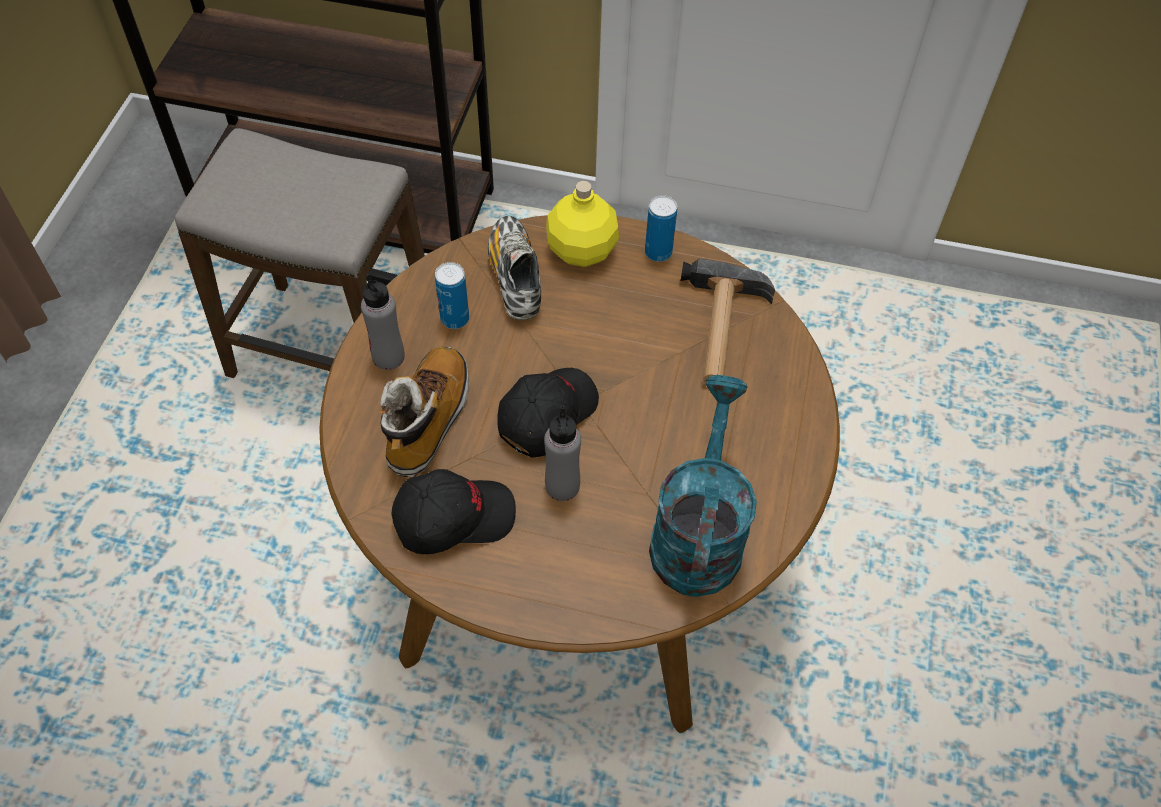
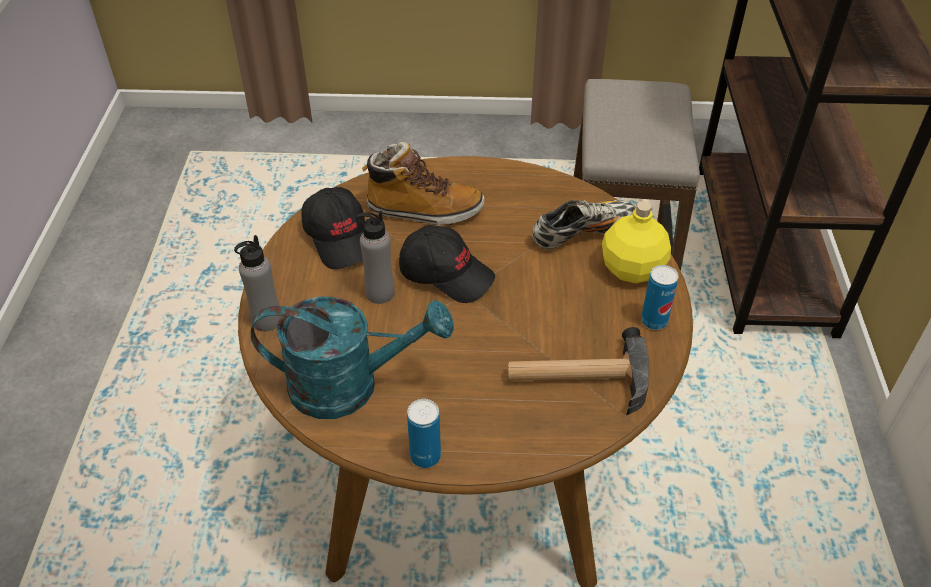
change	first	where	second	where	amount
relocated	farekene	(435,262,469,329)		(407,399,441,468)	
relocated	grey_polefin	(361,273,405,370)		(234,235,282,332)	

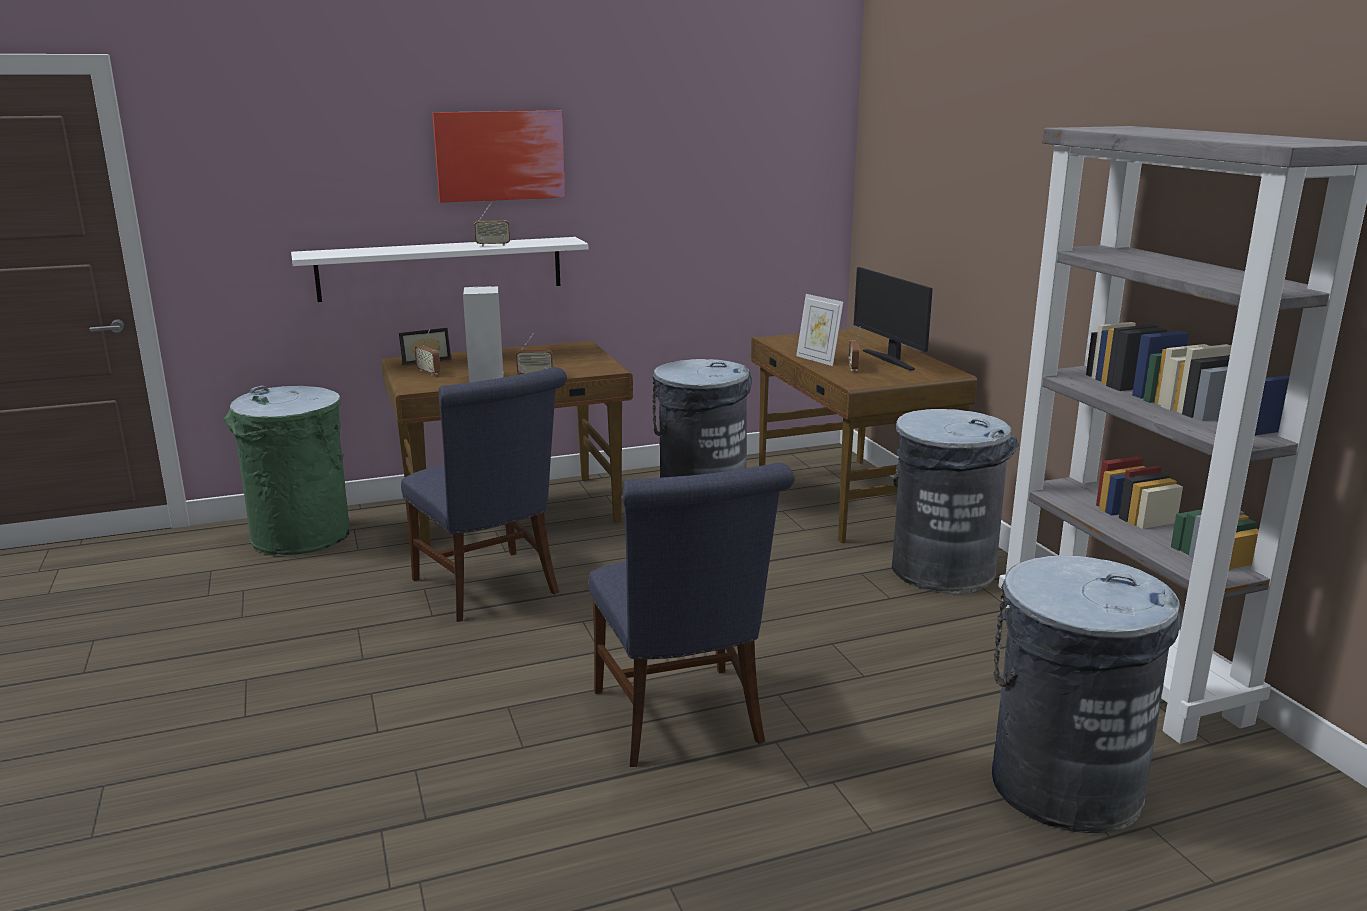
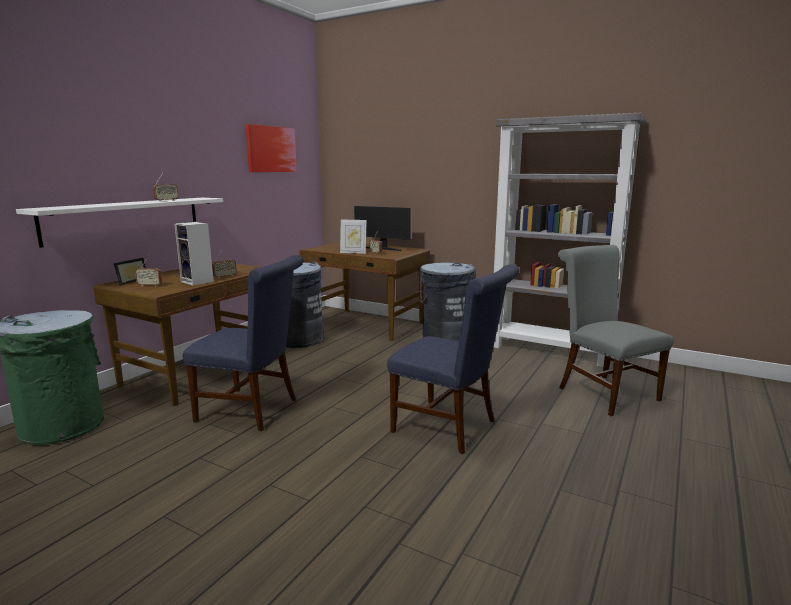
change	first	where	second	where	amount
relocated	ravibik	(432,111,566,203)		(246,124,297,172)	
exchanged	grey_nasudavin	(992,556,1183,833)	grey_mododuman	(558,245,674,416)	

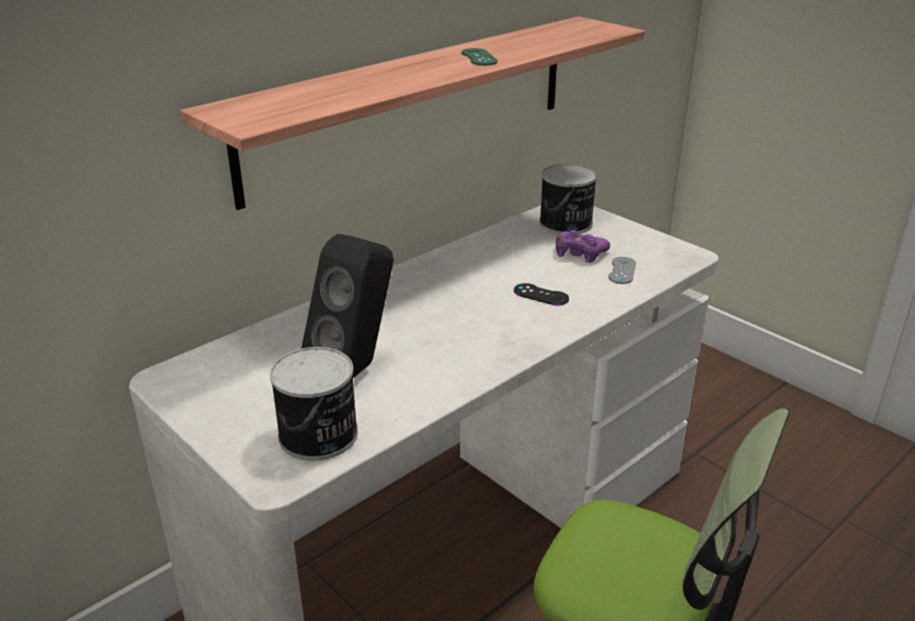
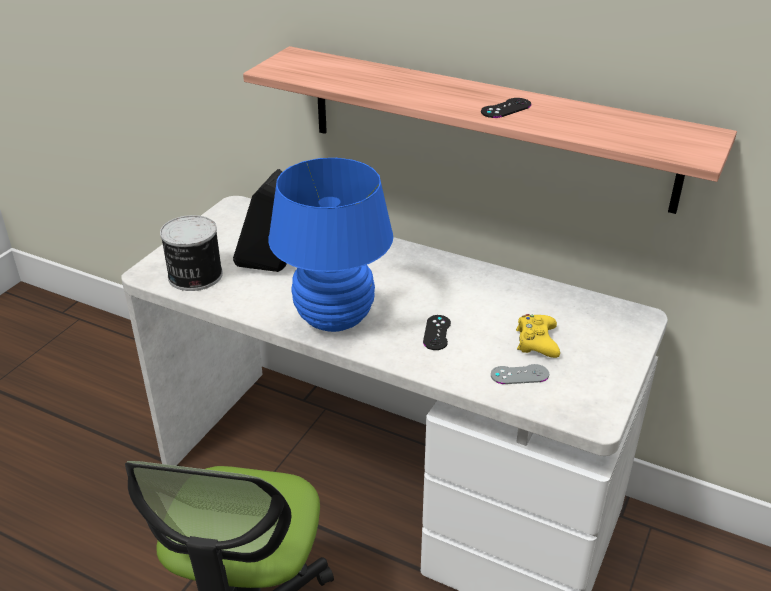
change	first	where	second	where	amount
colour	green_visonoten	(461,48,498,66)	black_visonoten	(481,98,531,118)	
missing	farekene	(539,164,597,234)			
colour	purple_visonoten	(556,230,610,263)	yellow_visonoten	(516,314,560,358)	
appeared			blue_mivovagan	(268,158,393,332)	

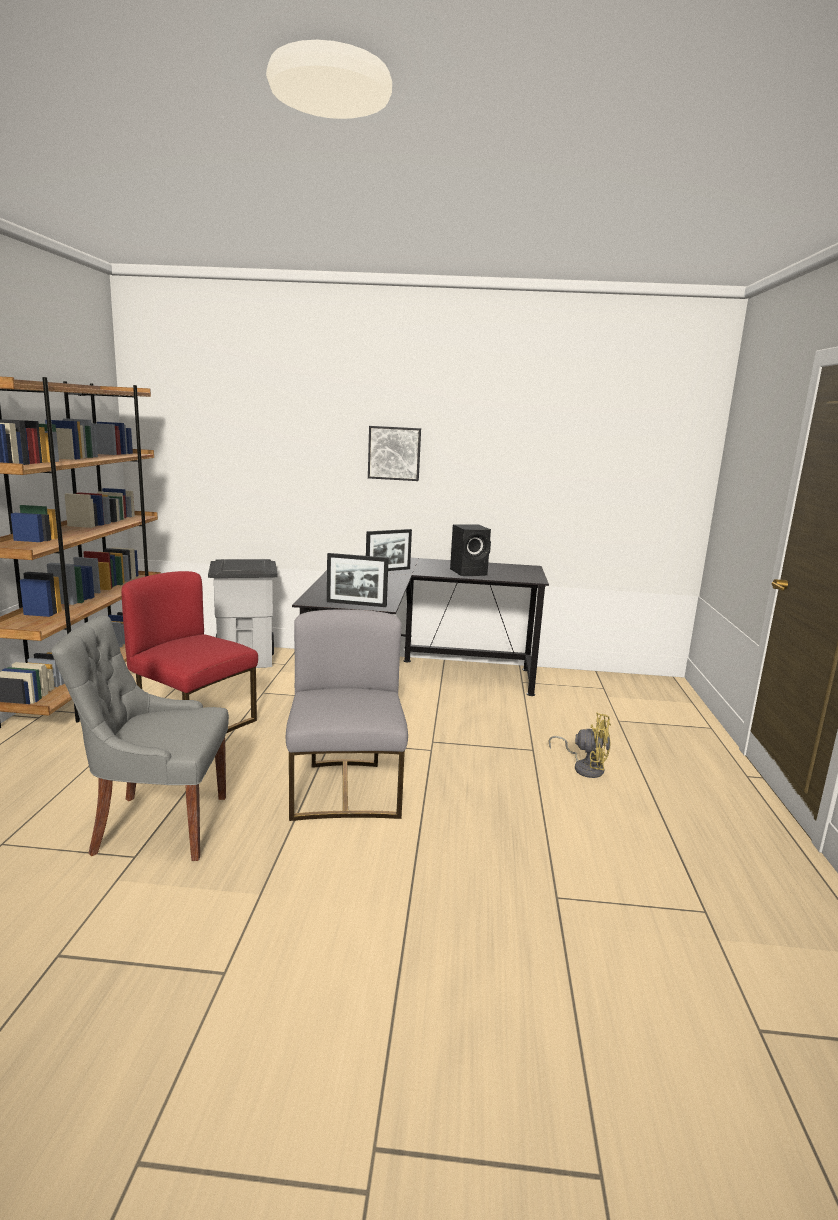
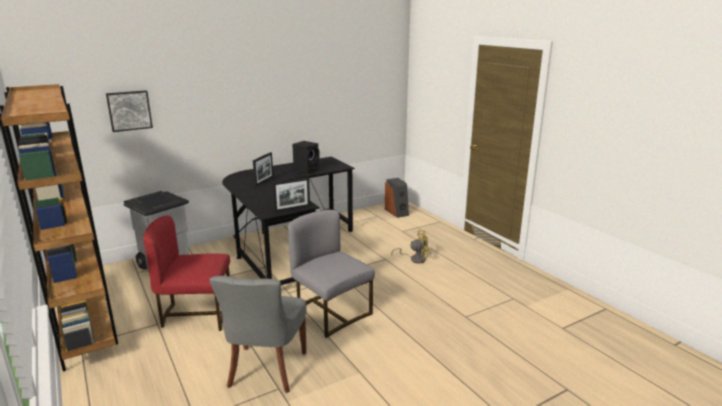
change	first	where	second	where	amount
relocated	ravibik	(368,426,421,481)		(106,90,153,132)	
spun	grey_mododuman	(51,616,229,861)		(209,276,307,393)	45 degrees counterclockwise
appeared			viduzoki	(385,178,409,218)	

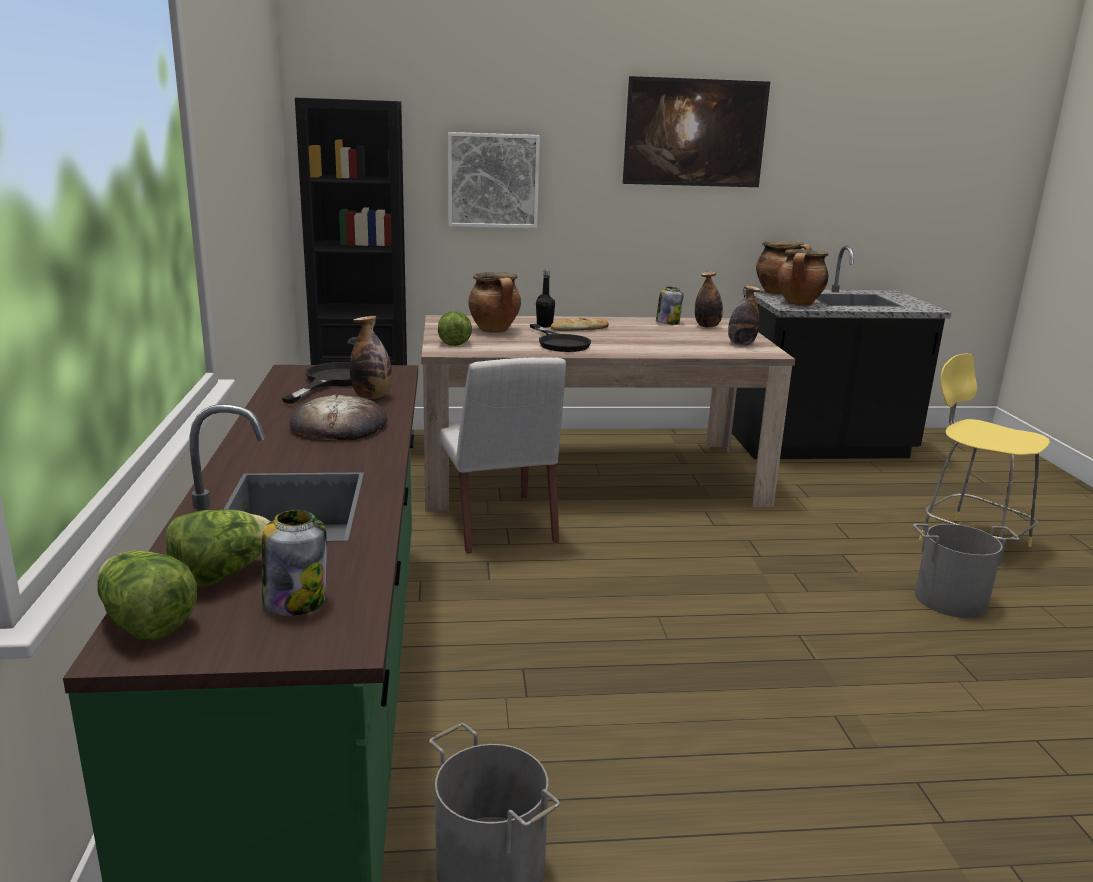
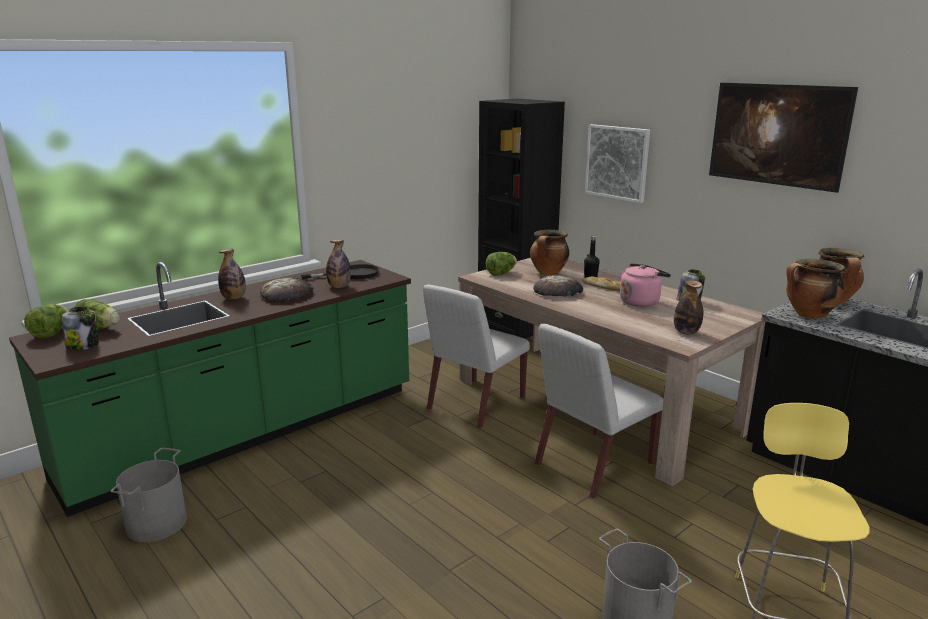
change	first	where	second	where	amount
relocated	polefin	(695,271,723,328)		(218,249,246,300)	
exchanged	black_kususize	(530,324,591,352)	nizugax	(533,275,583,297)	
appeared			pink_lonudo	(620,263,671,307)	
appeared			white_mododuman	(535,324,664,499)	

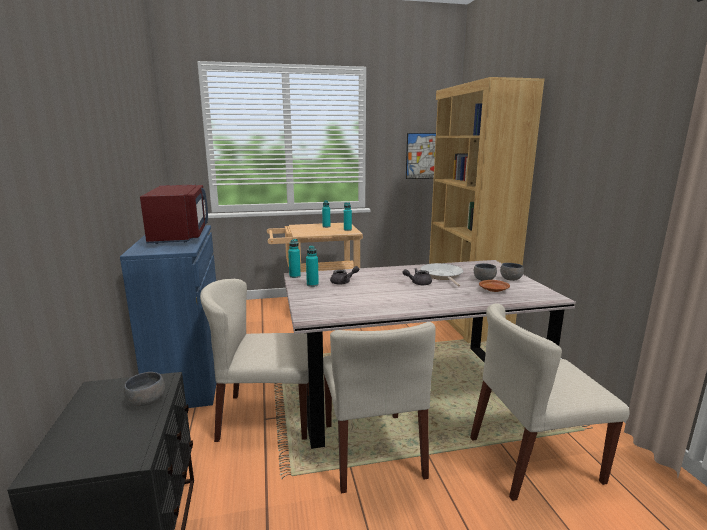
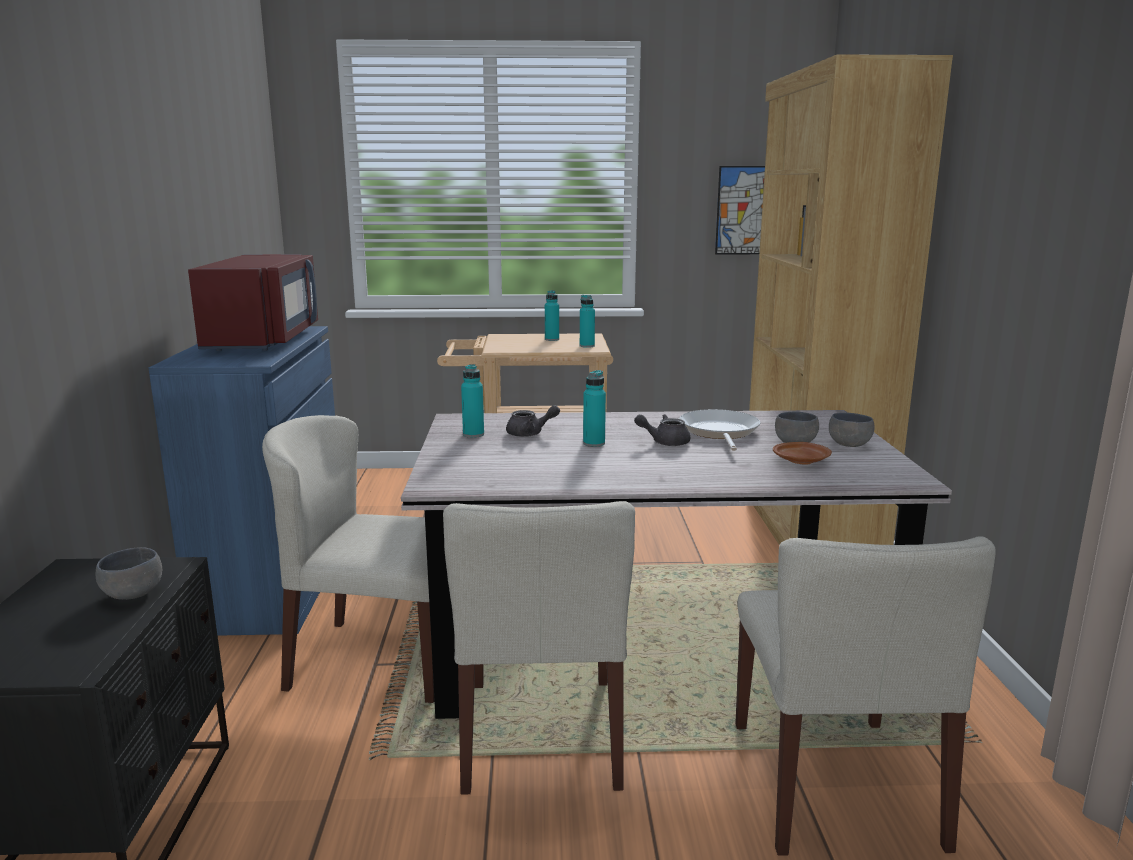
change	first	where	second	where	amount
relocated	turquoise_polefin	(288,239,301,278)		(583,370,606,447)	
spun	beige_mododuman	(470,304,630,501)		(735,536,996,856)	90 degrees counterclockwise

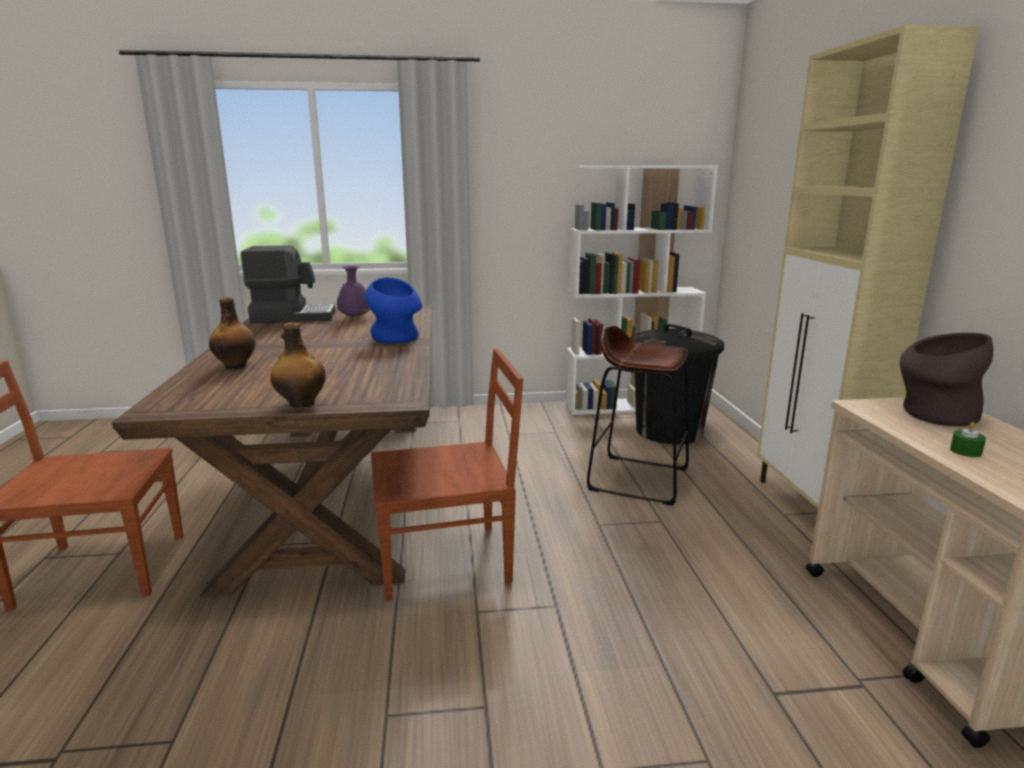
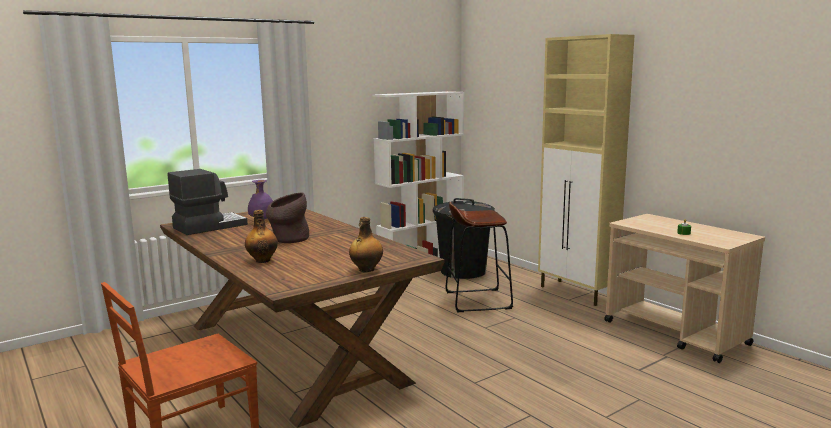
change	first	where	second	where	amount
missing	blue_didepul	(365,277,422,343)			
relocated	brown_didepul	(900,333,993,426)		(266,193,309,243)	
missing	brown_mododuman	(371,349,523,601)			

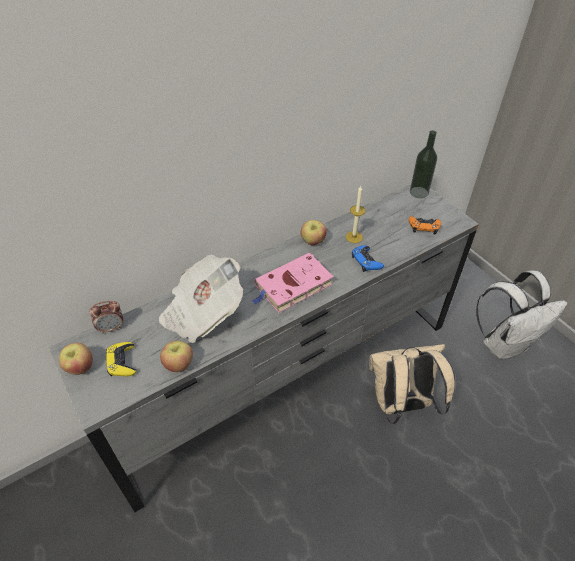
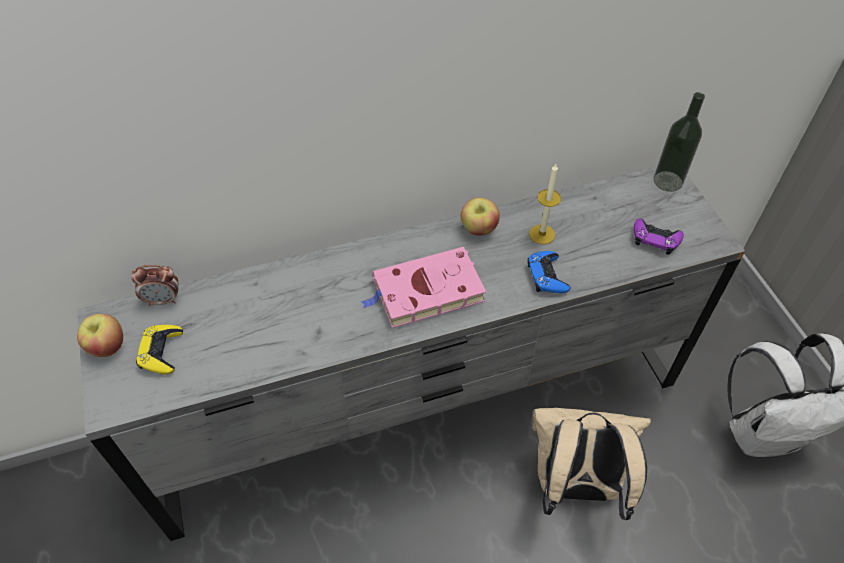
change	first	where	second	where	amount
colour	orange_visonoten	(409,216,441,235)	purple_visonoten	(634,218,684,255)	
missing	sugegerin	(159,254,243,343)			
missing	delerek	(160,341,193,372)			

